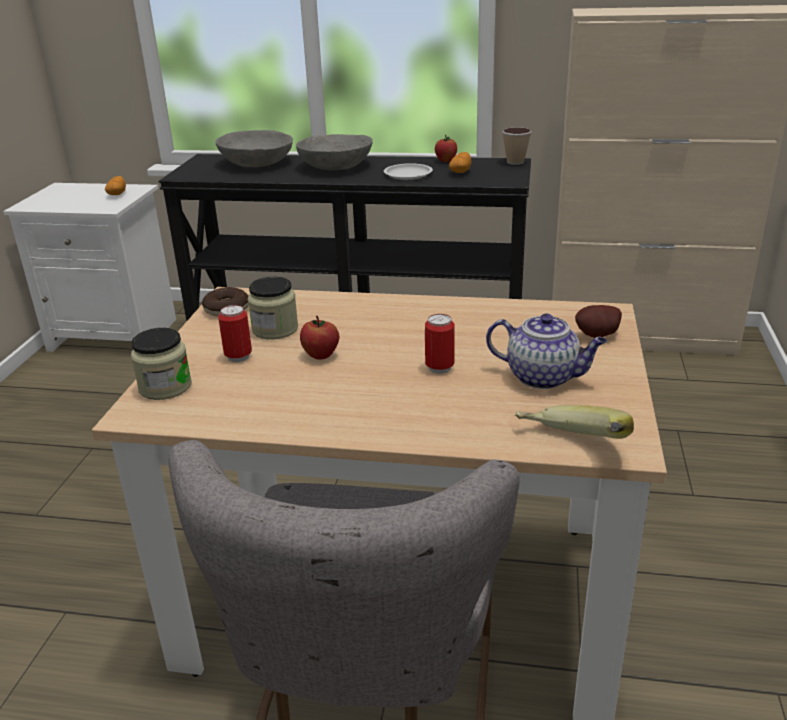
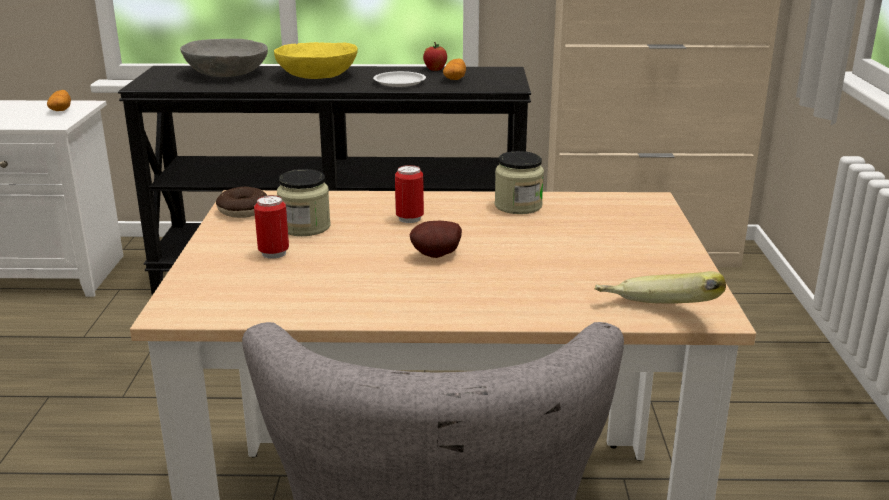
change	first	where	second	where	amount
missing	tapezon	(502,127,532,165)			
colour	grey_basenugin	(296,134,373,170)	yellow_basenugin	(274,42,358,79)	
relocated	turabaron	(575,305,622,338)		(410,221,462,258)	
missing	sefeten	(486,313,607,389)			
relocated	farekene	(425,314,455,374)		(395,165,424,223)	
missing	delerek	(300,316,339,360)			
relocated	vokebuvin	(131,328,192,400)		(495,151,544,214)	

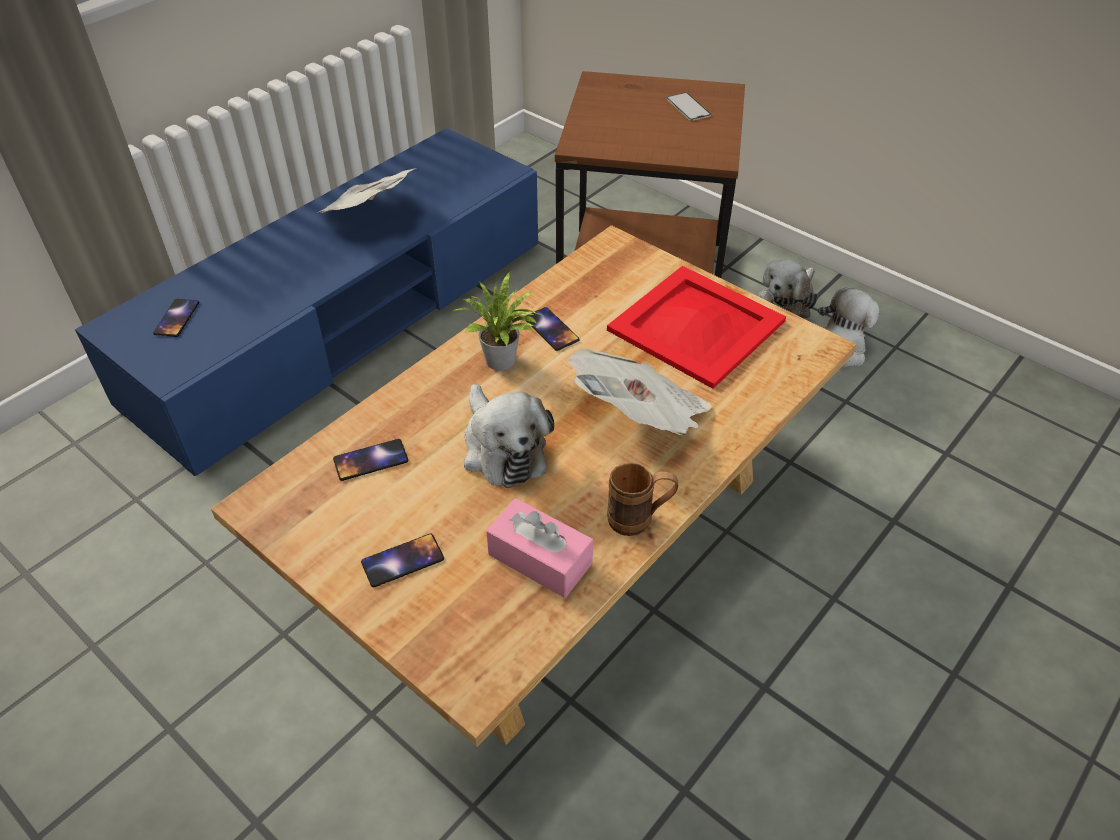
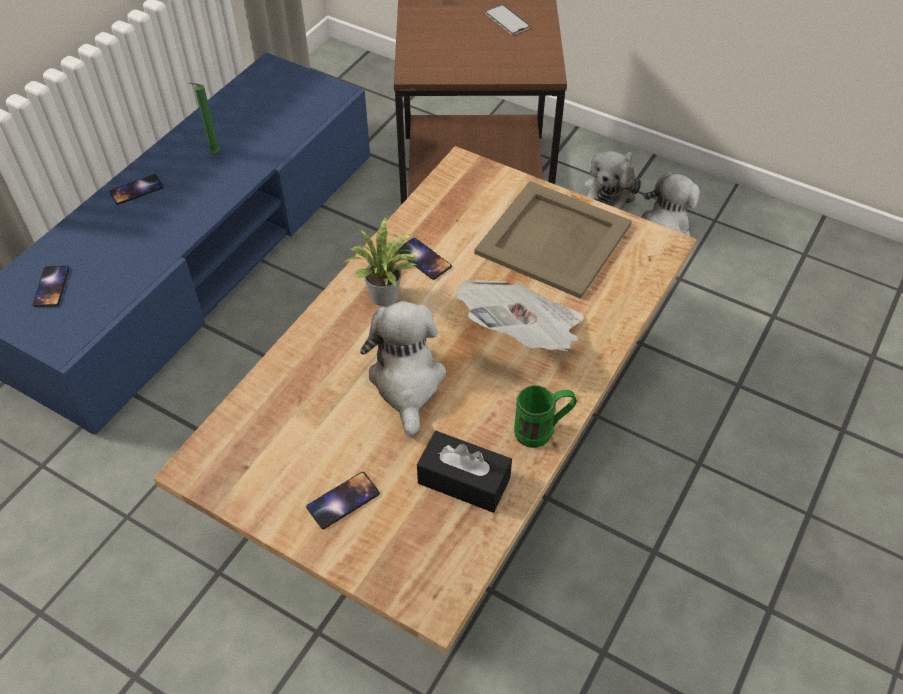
change	first	where	second	where	amount
exchanged	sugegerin	(317,168,416,213)	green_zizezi	(189,83,220,154)	
colour	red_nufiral	(607,266,786,389)	beige_nufiral	(474,181,632,299)	
spun	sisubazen	(464,384,554,488)		(360,301,446,437)	150 degrees counterclockwise
relocated	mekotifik	(333,439,408,481)		(109,174,164,205)	
colour	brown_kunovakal	(607,462,678,536)	green_kunovakal	(514,385,577,448)	
colour	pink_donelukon	(486,498,593,598)	black_donelukon	(417,431,512,513)	

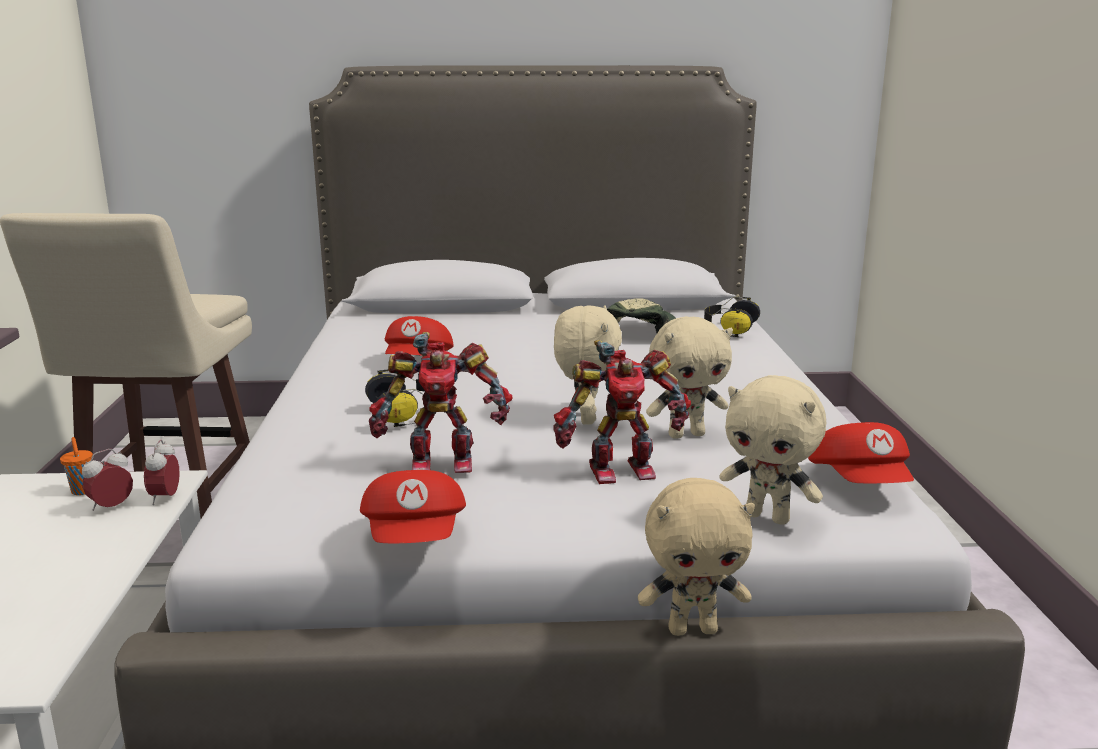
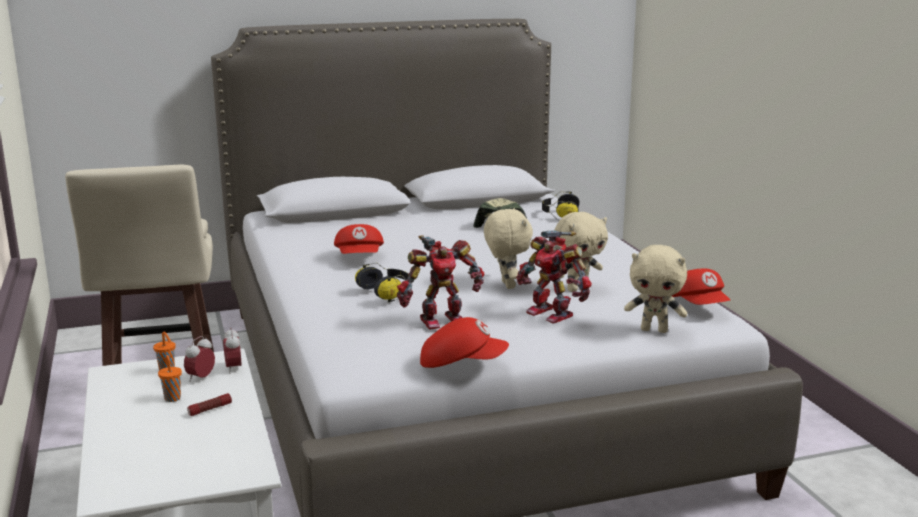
change	first	where	second	where	amount
spun	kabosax	(553,340,691,484)		(516,231,592,323)	75 degrees clockwise
spun	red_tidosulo	(360,470,466,543)		(420,317,509,368)	60 degrees counterclockwise
missing	beige_sisubazen	(638,478,755,636)			
appeared			orange_tapezon	(158,355,182,402)	
appeared			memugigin	(187,393,232,416)	

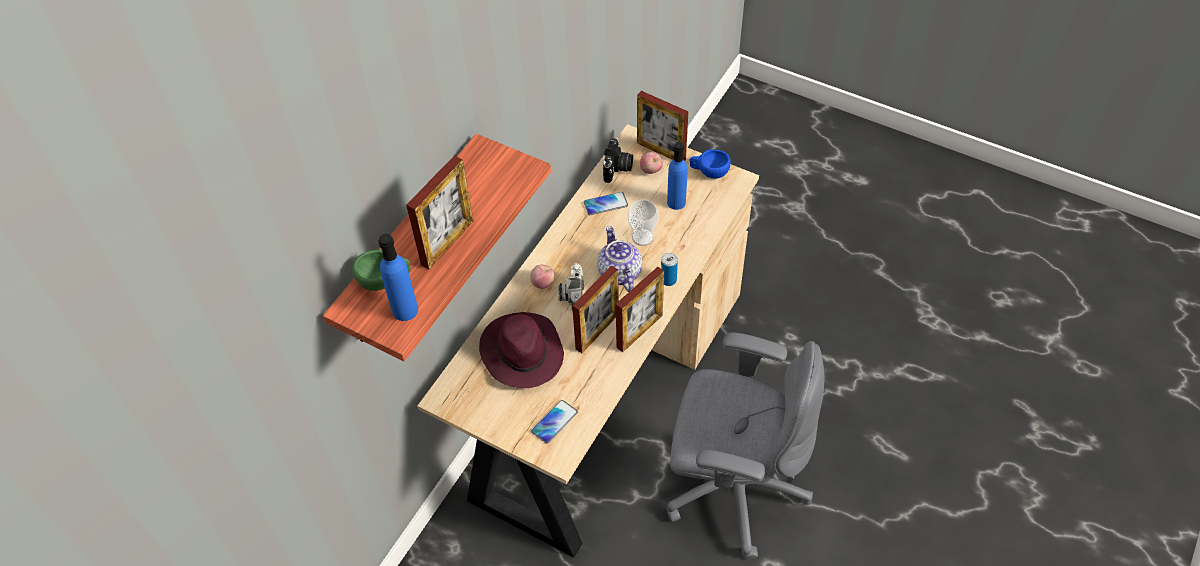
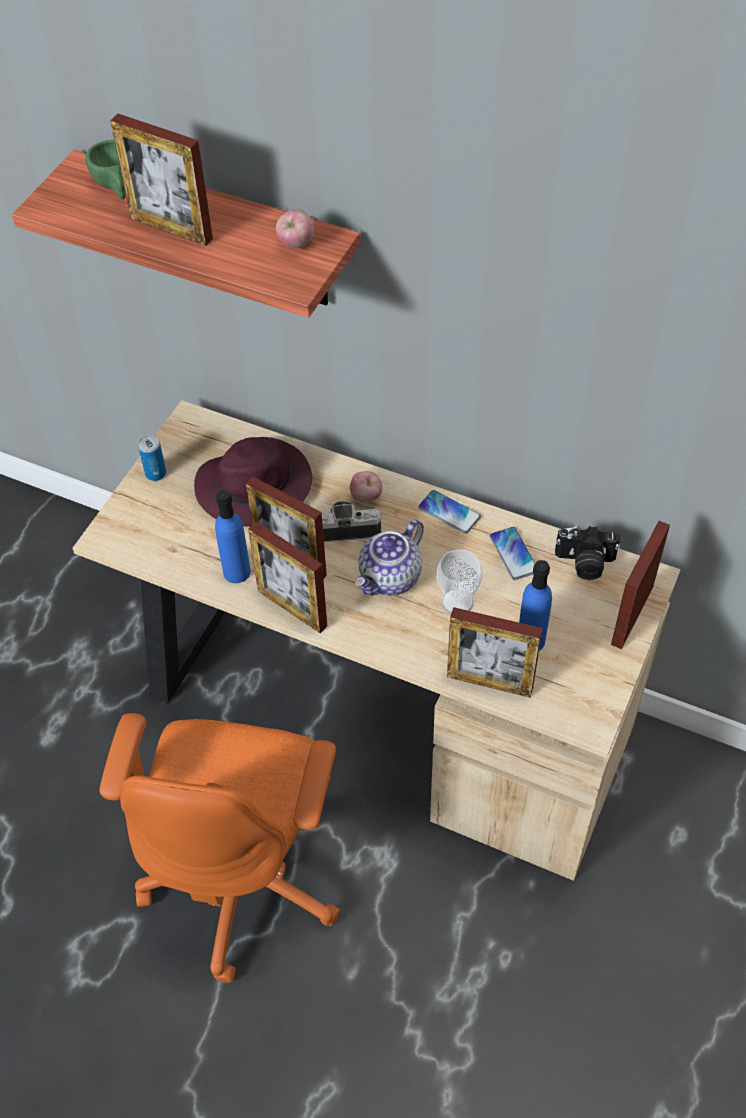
change	first	where	second	where	amount
missing	blue_tapezon	(690,149,731,179)			
relocated	delerek	(640,152,663,174)		(276,209,315,248)	
spun	sefeten	(597,226,642,292)		(355,519,424,596)	150 degrees clockwise
relocated	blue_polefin	(378,234,418,321)		(215,490,251,583)	
relocated	farekene	(661,253,678,286)		(138,435,166,481)	
colour	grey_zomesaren	(667,332,825,560)	orange_zomesaren	(99,713,340,983)	
relocated	mekotifik	(531,400,578,444)		(418,490,481,534)	
appeared			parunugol	(447,607,543,698)	

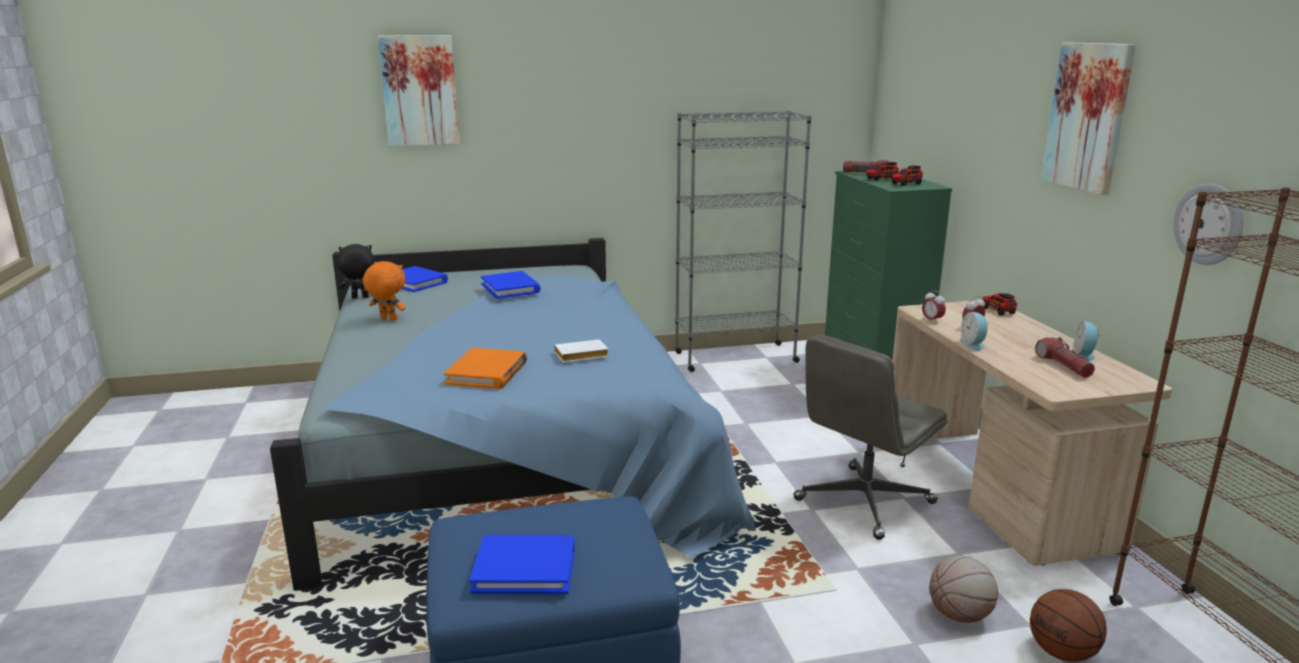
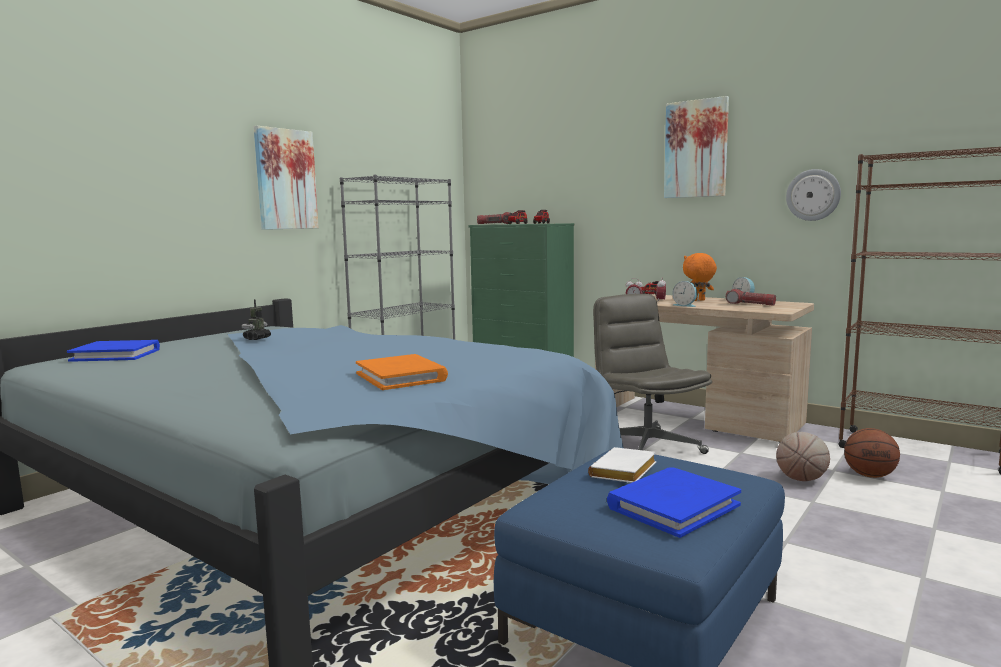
change	first	where	second	where	amount
relocated	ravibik	(378,35,459,146)		(254,126,319,230)	
missing	black_sisubazen	(337,244,374,299)			
relocated	orange_sisubazen	(363,261,406,321)		(683,253,717,301)	
exchanged	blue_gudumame	(481,271,541,299)	kabosax	(242,299,271,340)	
spun	grey_zomesaren	(794,335,947,540)		(593,294,712,454)	150 degrees clockwise
relocated	white_gudumame	(555,339,609,362)		(588,447,656,483)	

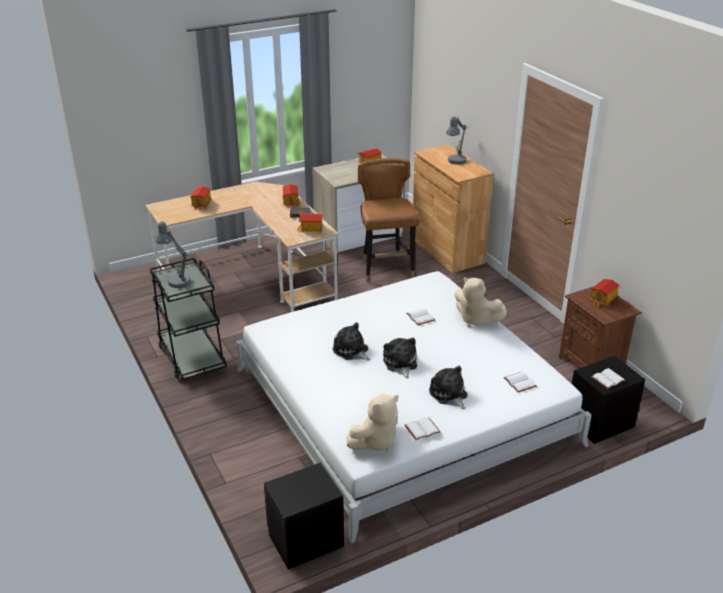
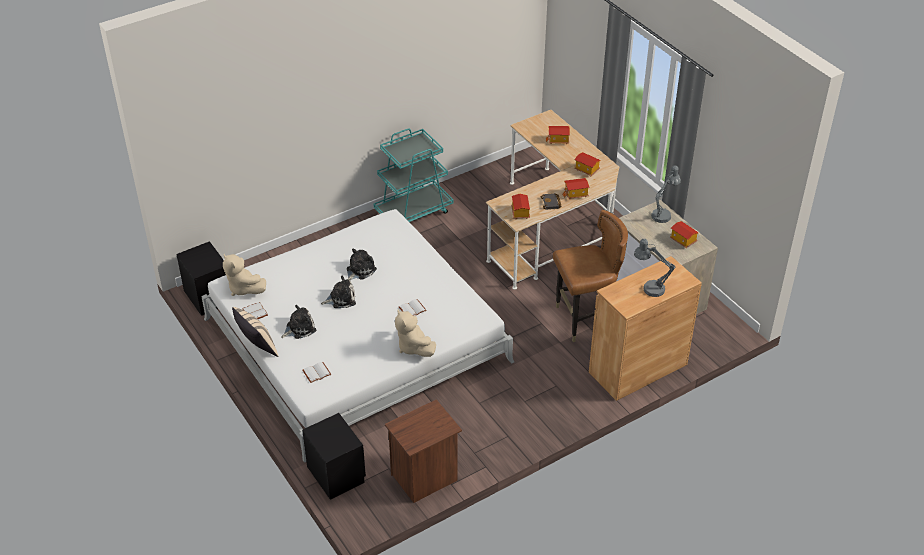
change	first	where	second	where	amount
relocated	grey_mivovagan	(155,221,191,288)		(651,165,681,223)	
colour	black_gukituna	(150,258,227,380)	turquoise_gukituna	(374,129,453,222)	
spun	beige_sisubazen	(454,277,507,327)		(395,309,436,357)	60 degrees counterclockwise
relocated	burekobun	(590,279,620,307)		(574,152,601,176)	
missing	white_gudumame	(591,368,626,389)			
appeared			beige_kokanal	(232,307,278,357)	

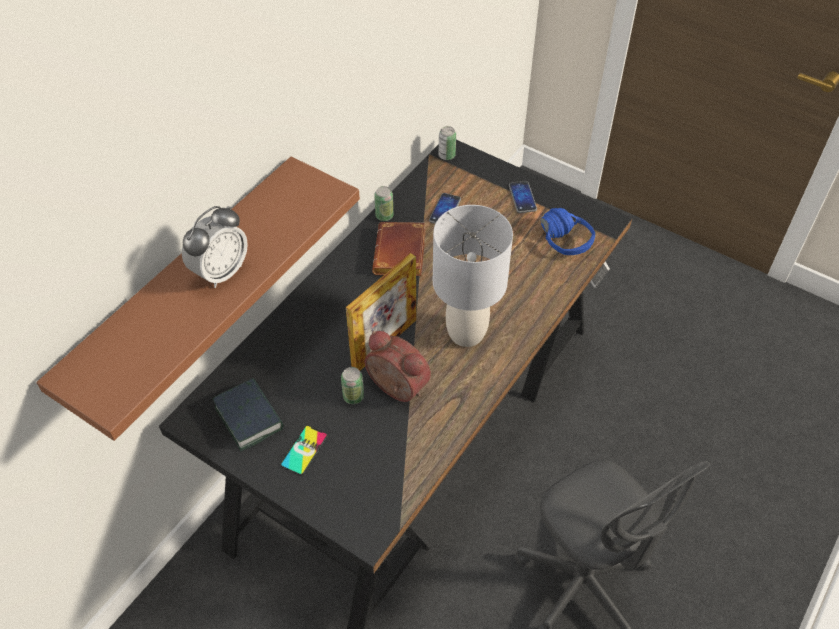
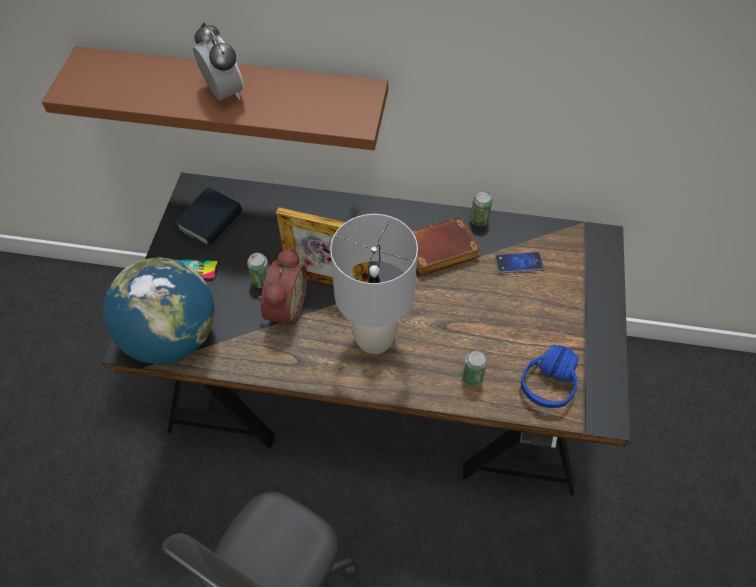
change	first	where	second	where	amount
relocated	farekene	(438,126,456,160)		(462,350,487,386)	
missing	mekotifik	(509,181,537,213)			
spun	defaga	(182,206,248,288)		(193,23,244,100)	135 degrees counterclockwise
appeared			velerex	(103,258,214,364)	

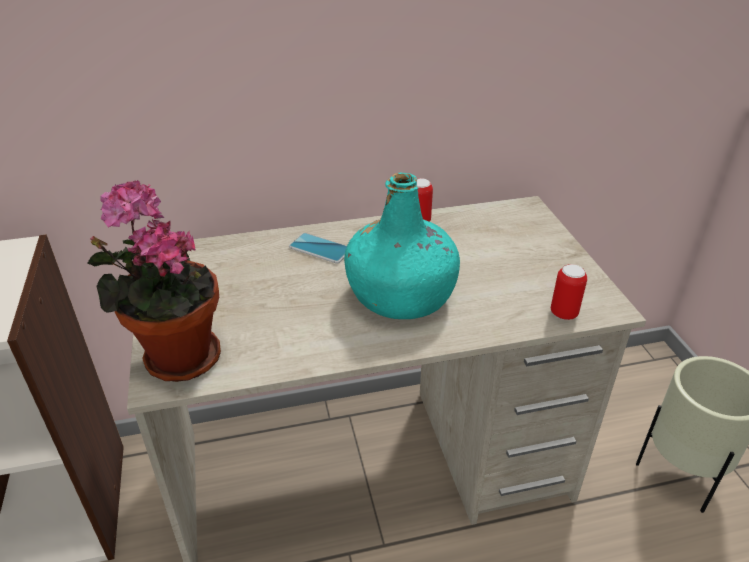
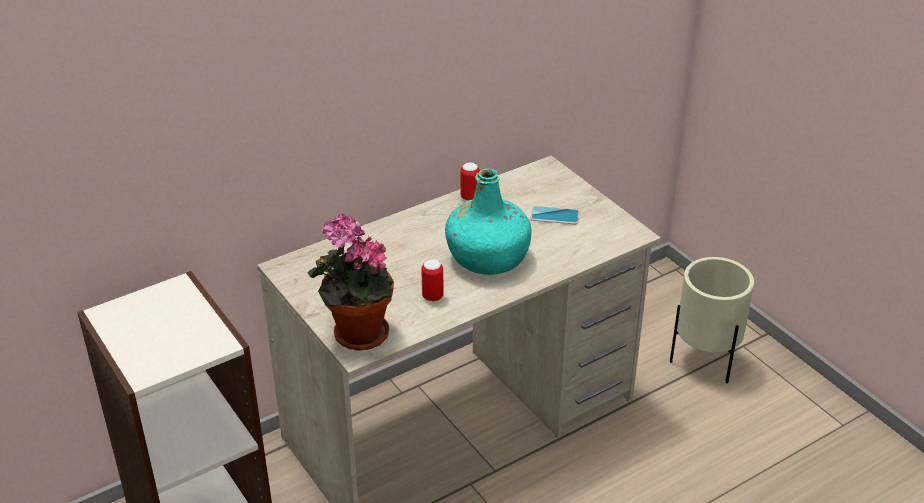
change	first	where	second	where	amount
relocated	mekotifik	(289,233,347,263)		(530,206,580,224)	
relocated	farekene	(551,264,587,320)		(421,259,444,301)	

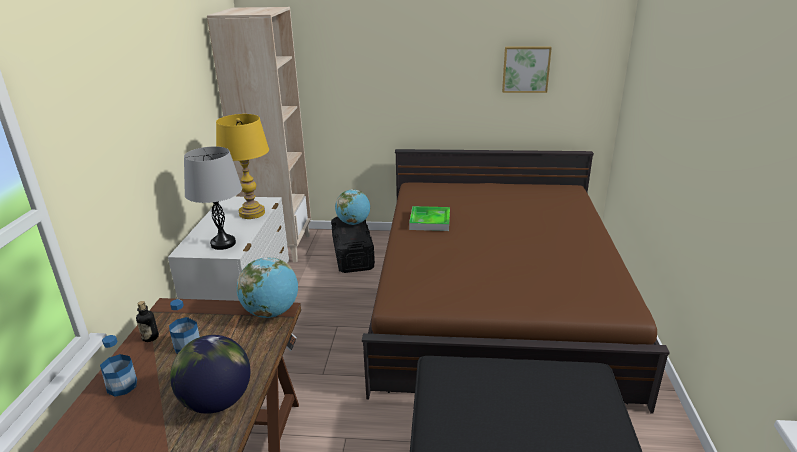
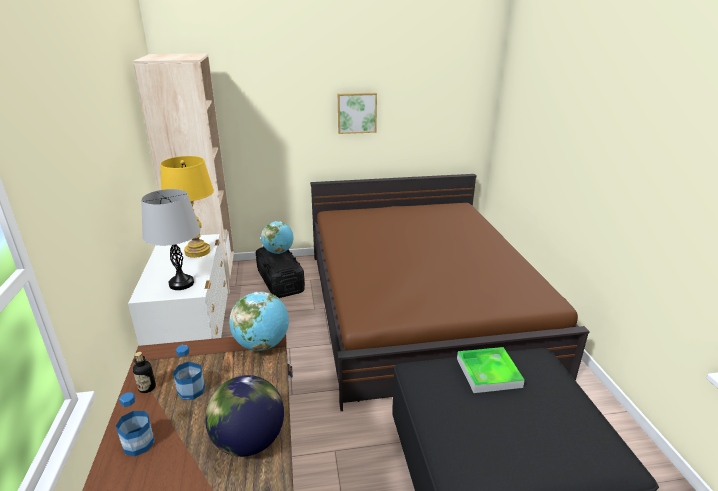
change	first	where	second	where	amount
relocated	ravibik	(502,46,552,93)		(338,93,377,134)	
relocated	nufiral	(409,206,450,231)		(457,347,525,393)	

